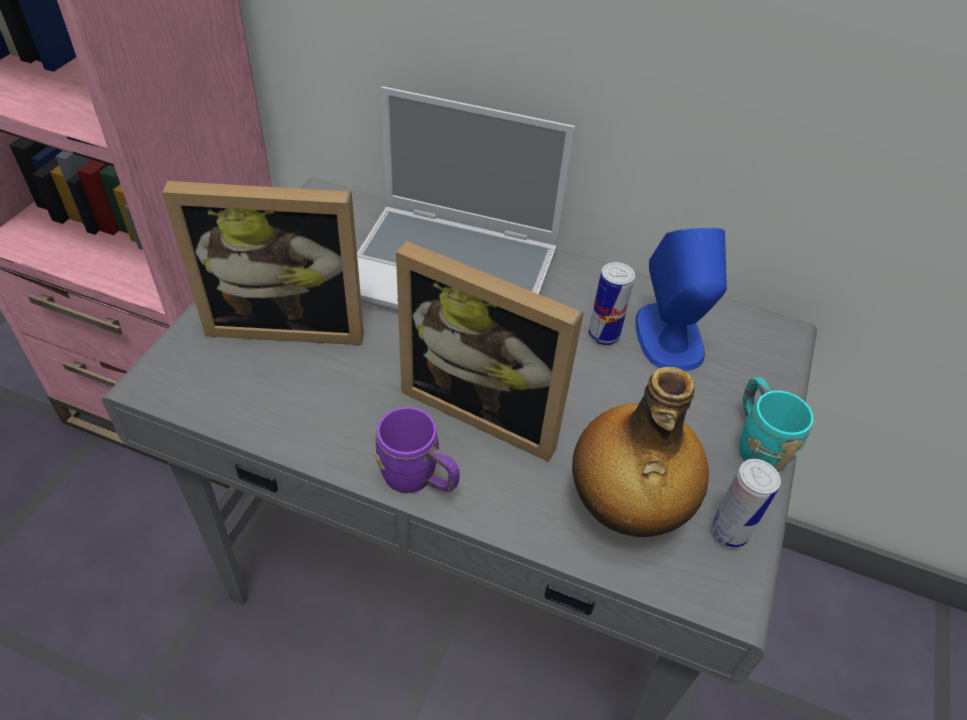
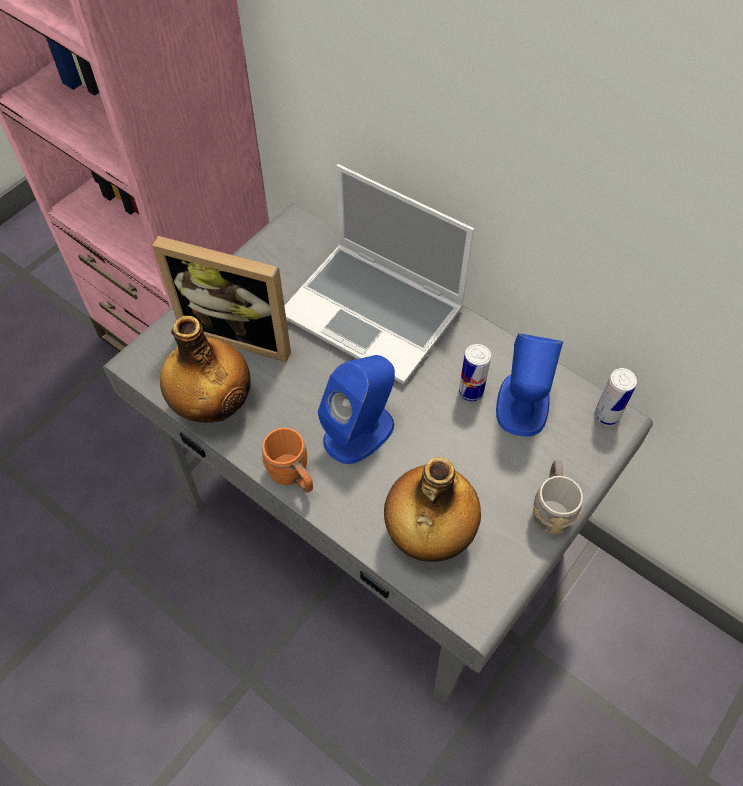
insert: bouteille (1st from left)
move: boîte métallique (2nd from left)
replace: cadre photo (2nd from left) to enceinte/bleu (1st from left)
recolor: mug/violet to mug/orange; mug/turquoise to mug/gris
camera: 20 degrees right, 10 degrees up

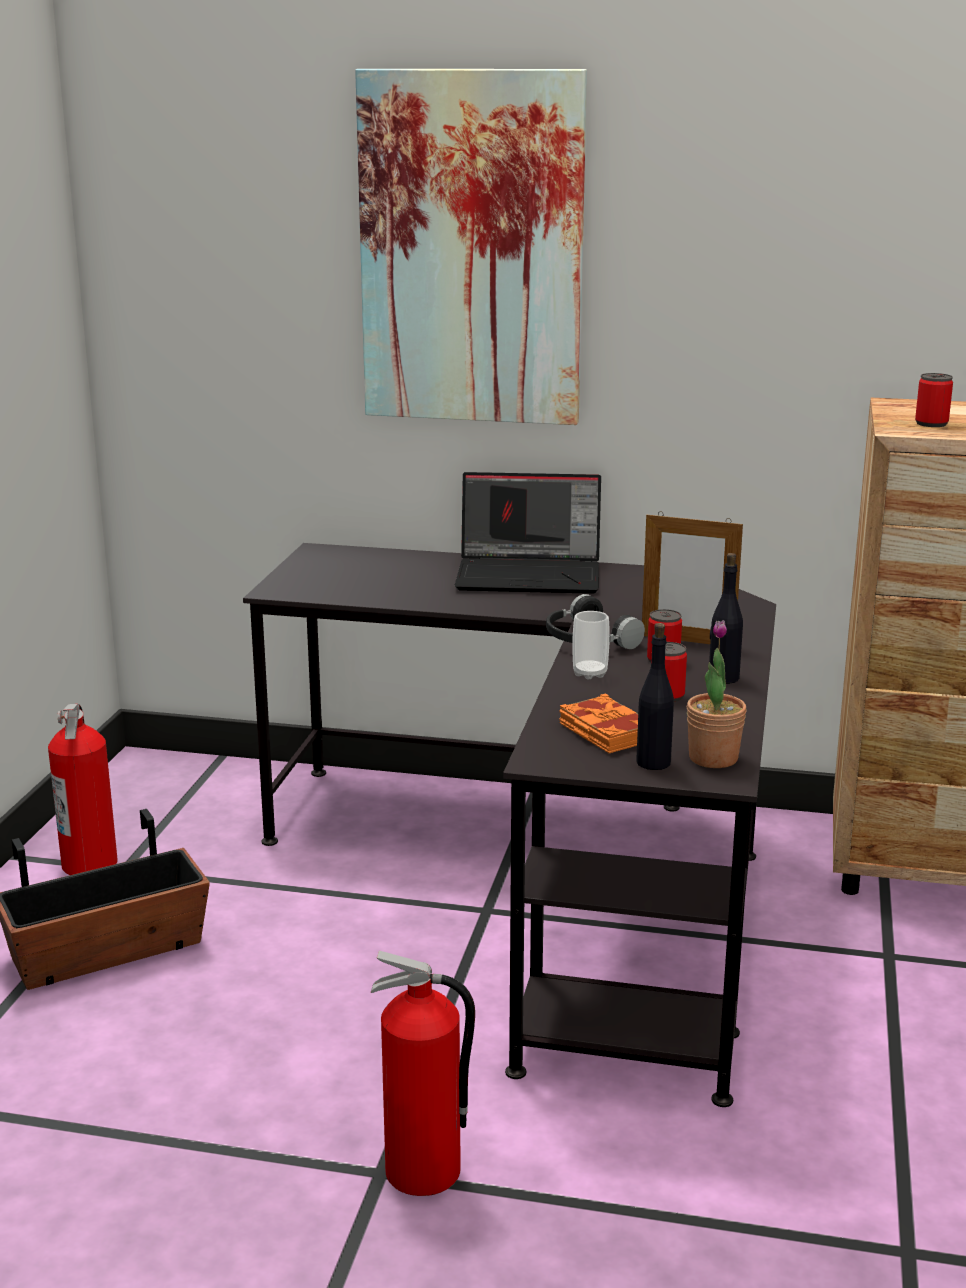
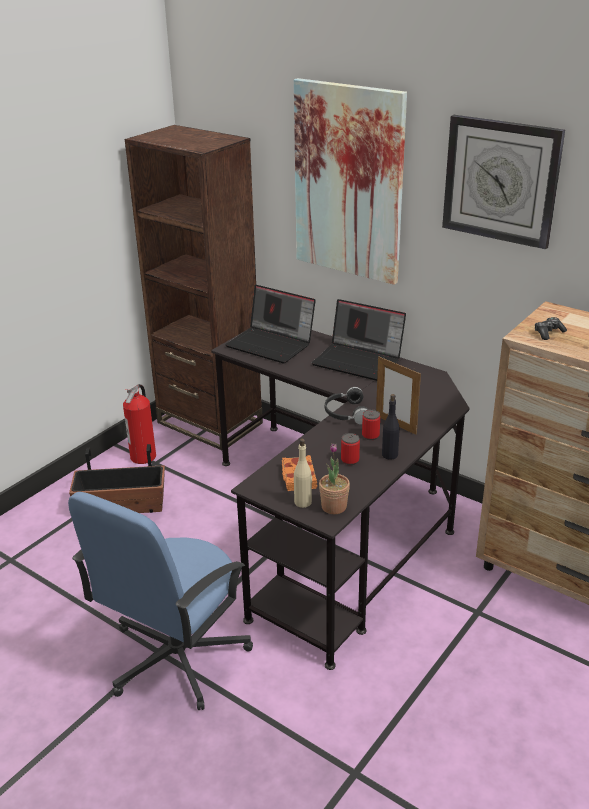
delete: tasse
insert: bibliothèque/marron; ordinateur portable (1st from left); horloge murale
replace: extincteur (2nd from left) to chaise de bureau/bleu; boîte métallique (3rd from left) to manette
recolor: bouteille/noir (1st from left) to bouteille/beige
camera: 25 degrees right, 10 degrees up

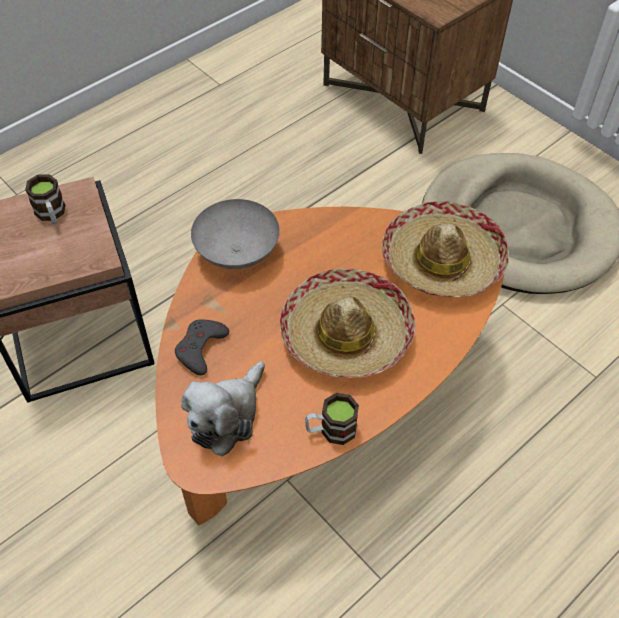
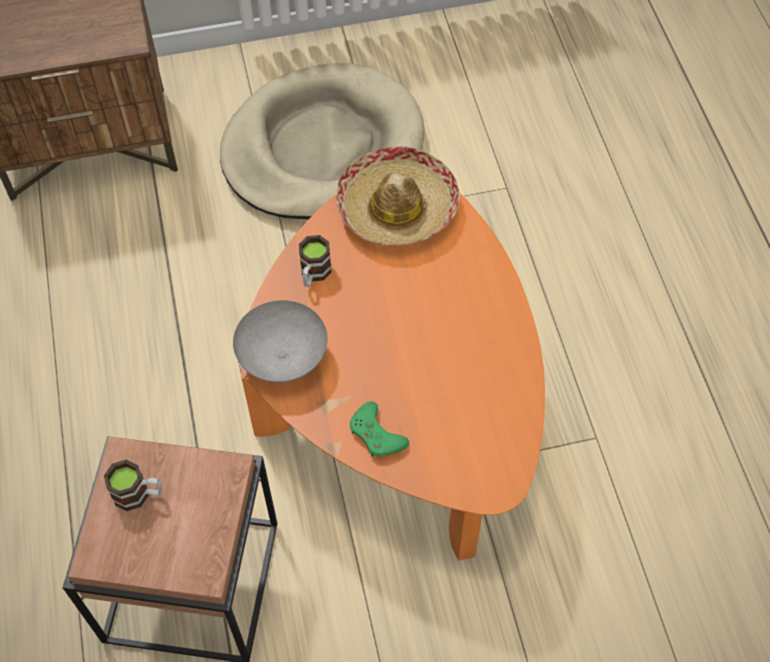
delete: peluche; chapeau (1st from left)
move: mug (2nd from left)
recolor: manette/gris to manette/vert
camera: 60 degrees left, 5 degrees up

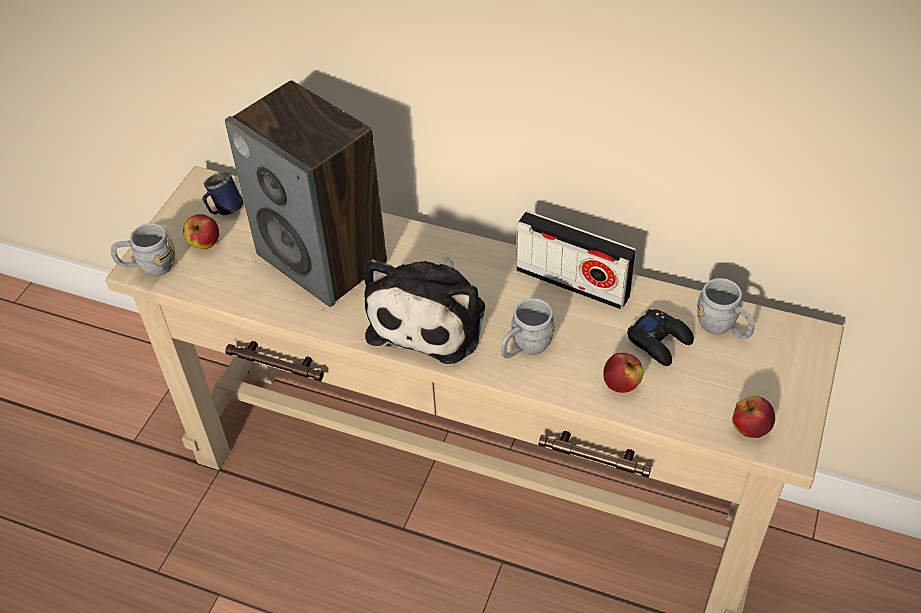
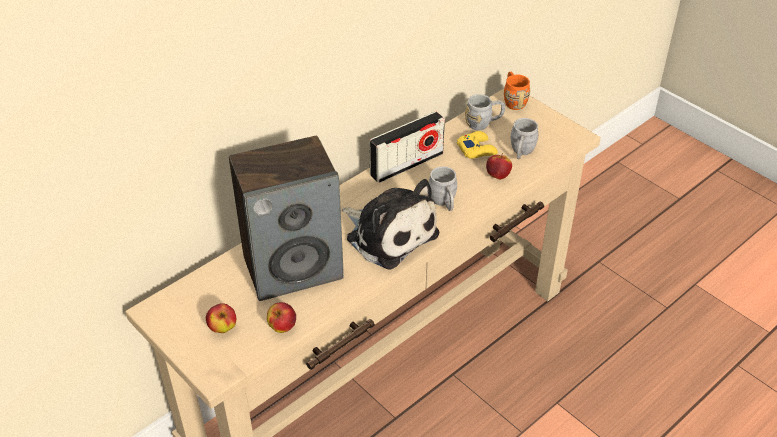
delete: mug/bleu
insert: mug/orange
move: mug/gris (1st from left in the first image) to mug/gris (3rd from left); pomme (3rd from left in the first image) to pomme (2nd from left)
recolor: manette/noir to manette/jaune
camera: 65 degrees left, 5 degrees down

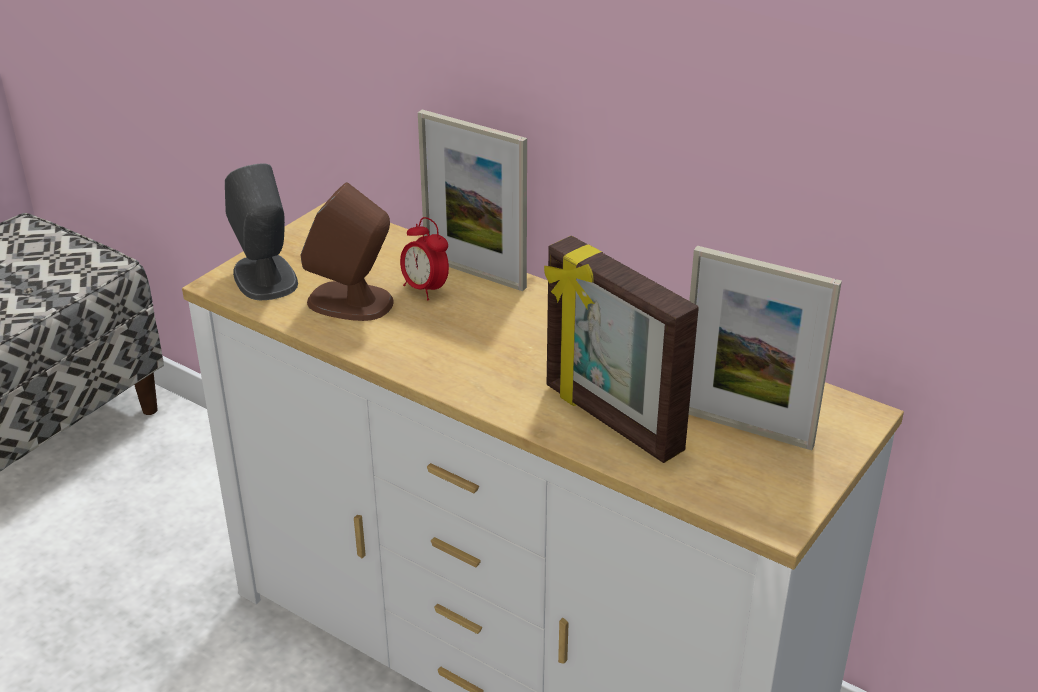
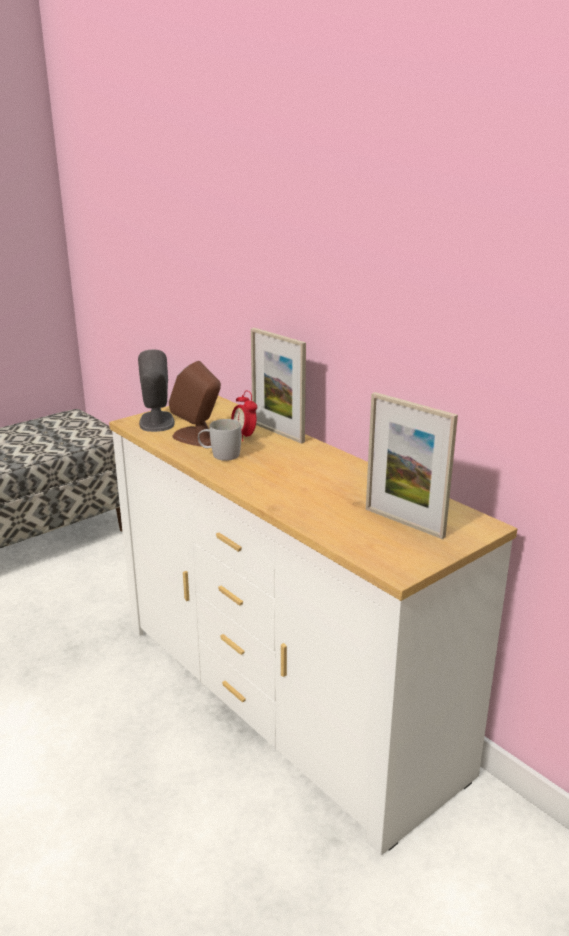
delete: cadre photo (2nd from left)
insert: mug/blanc
camera: 15 degrees right, 10 degrees down

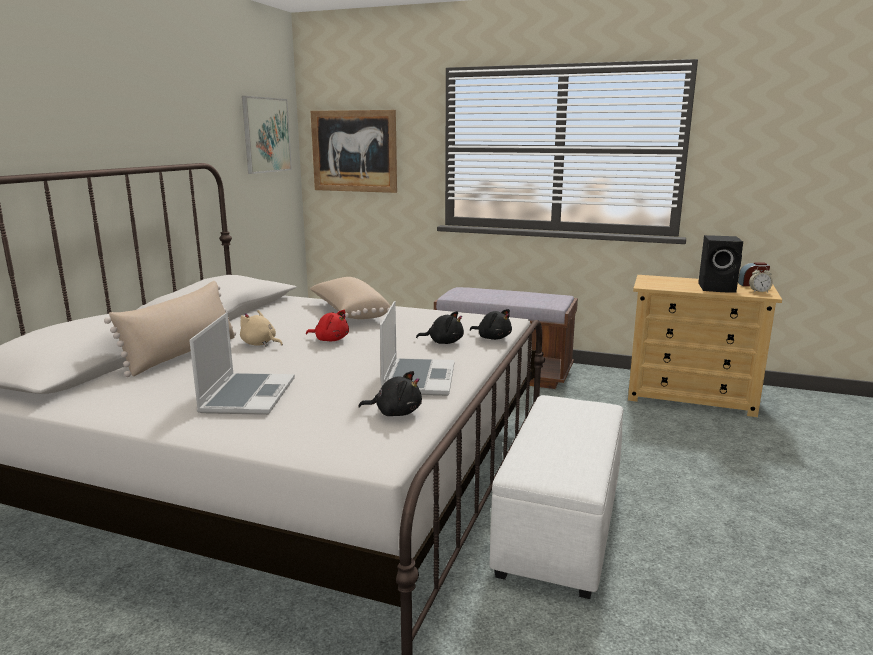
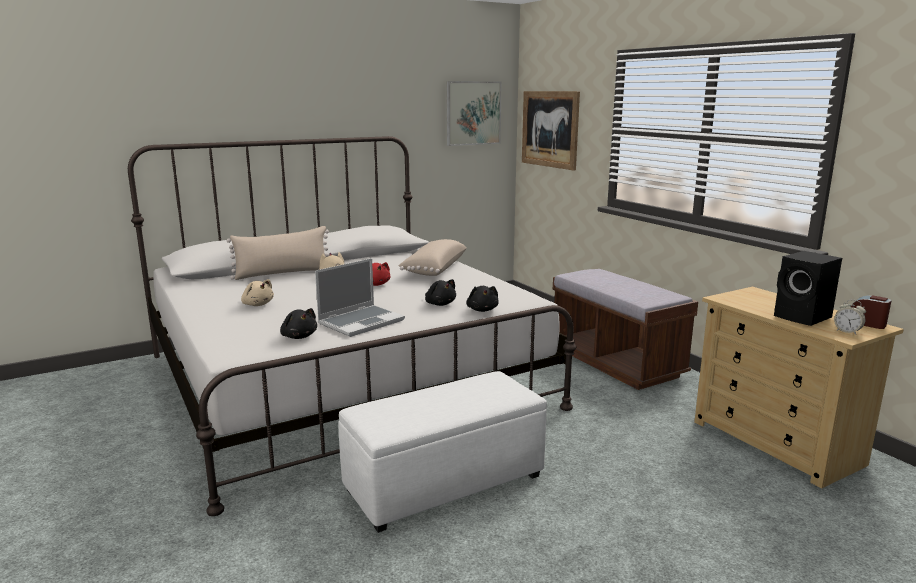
replace: ordinateur portable (1st from left) to peluche/beige (1st from left)
camera: 40 degrees right, 0 degrees up

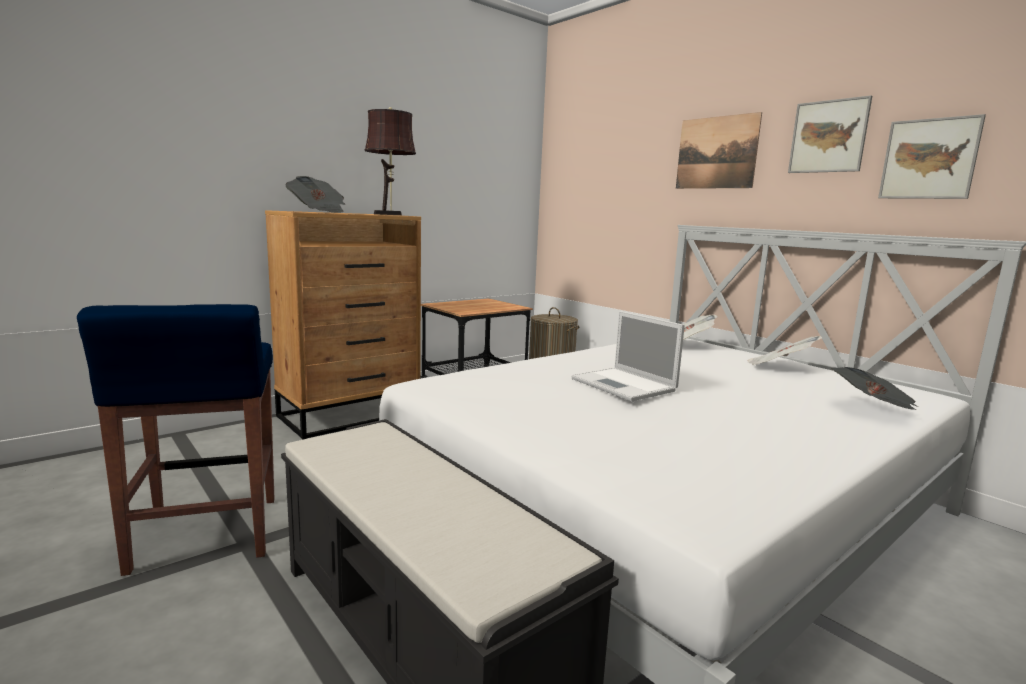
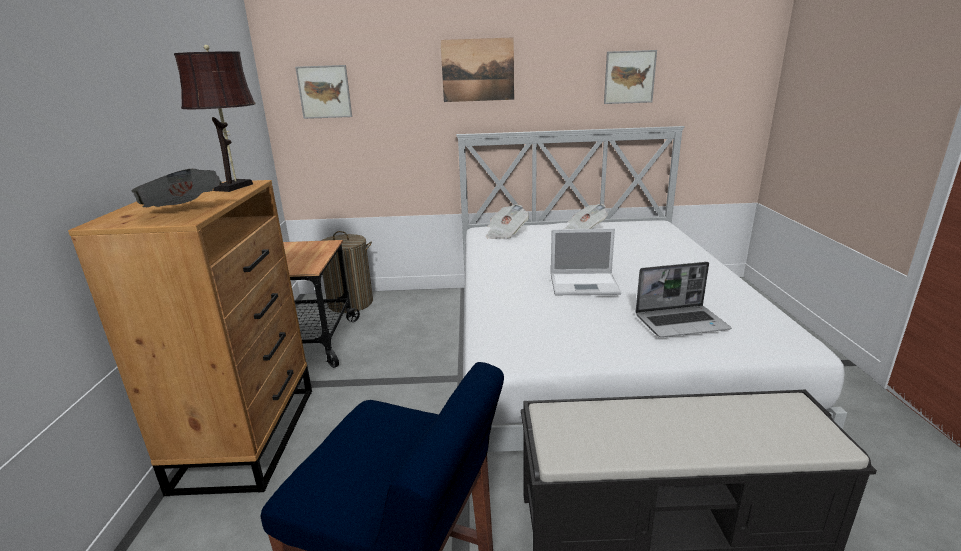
delete: journal (4th from left)
insert: ordinateur portable (2nd from left)
move: tableau (2nd from left in the first image) to tableau (1st from left)
camera: 50 degrees left, 10 degrees up

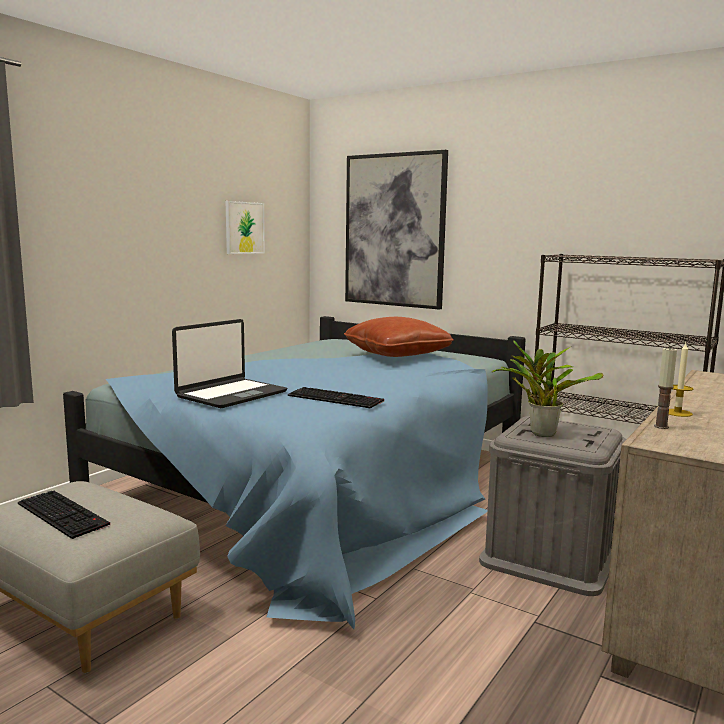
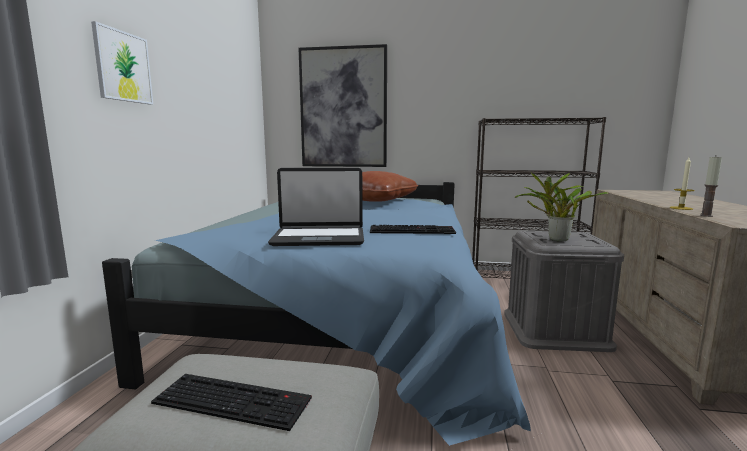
move: tableau (1st from left)
rotate: ordinateur portable 75 degrees clockwise
camera: 25 degrees left, 0 degrees up

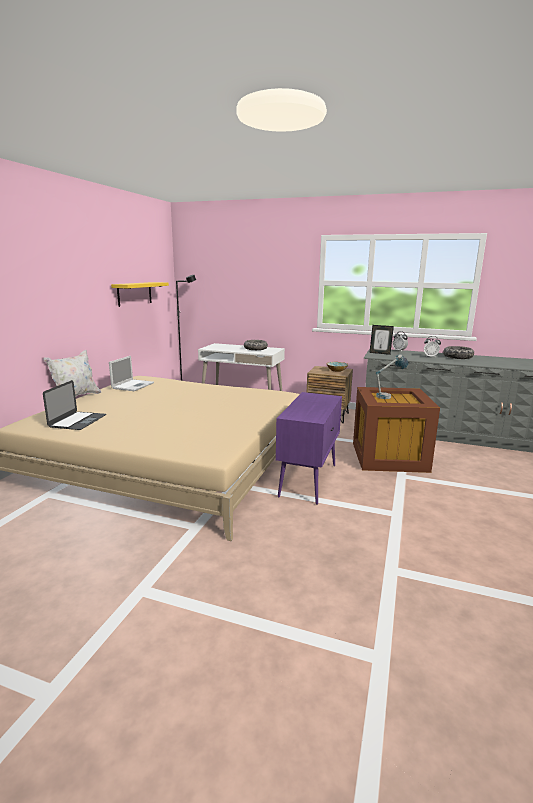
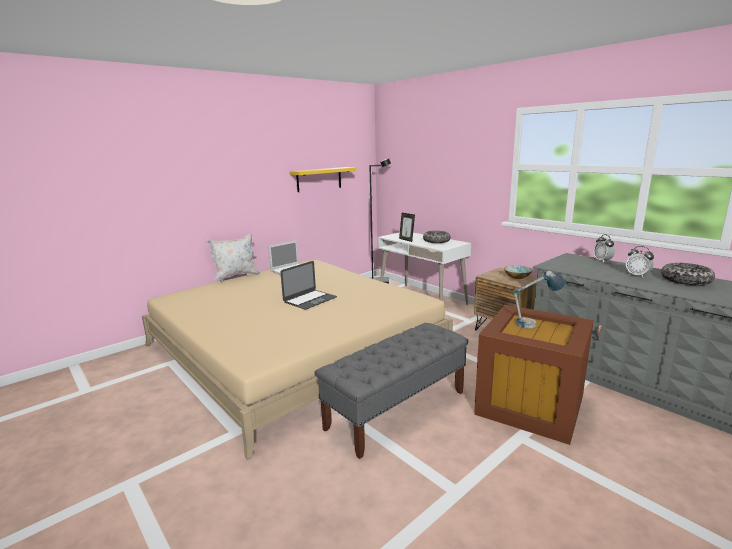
move: ordinateur portable (1st from left in the first image) to ordinateur portable (2nd from left); cadre photo
replace: meuble de rangement/violet to banc/gris
camera: 30 degrees right, 0 degrees up

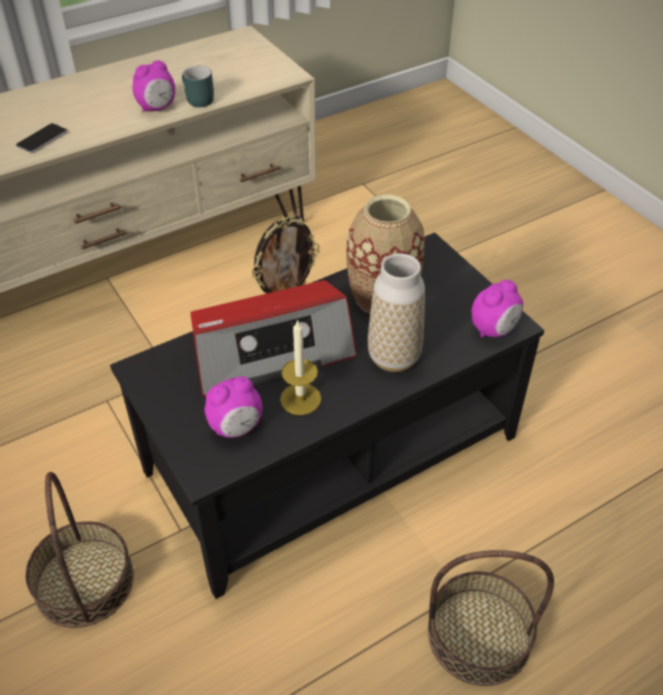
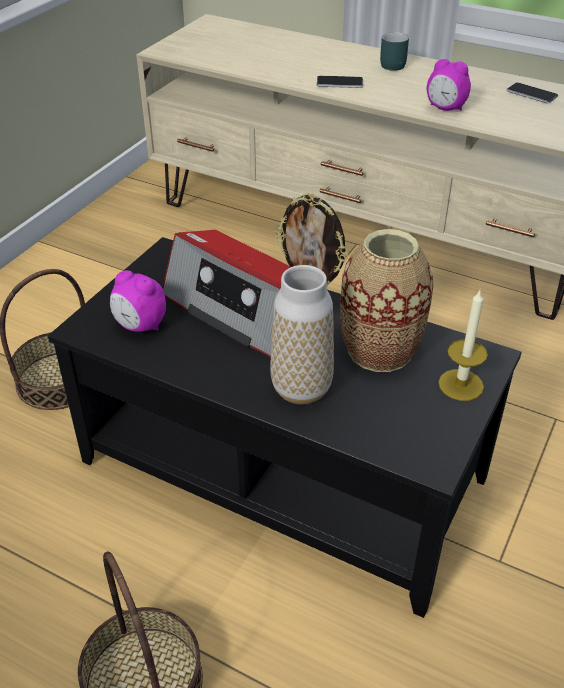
delete: réveil (3rd from left)
insert: téléphone (2nd from left)
move: mug/turquoise; bougie
camera: 60 degrees right, 5 degrees down

